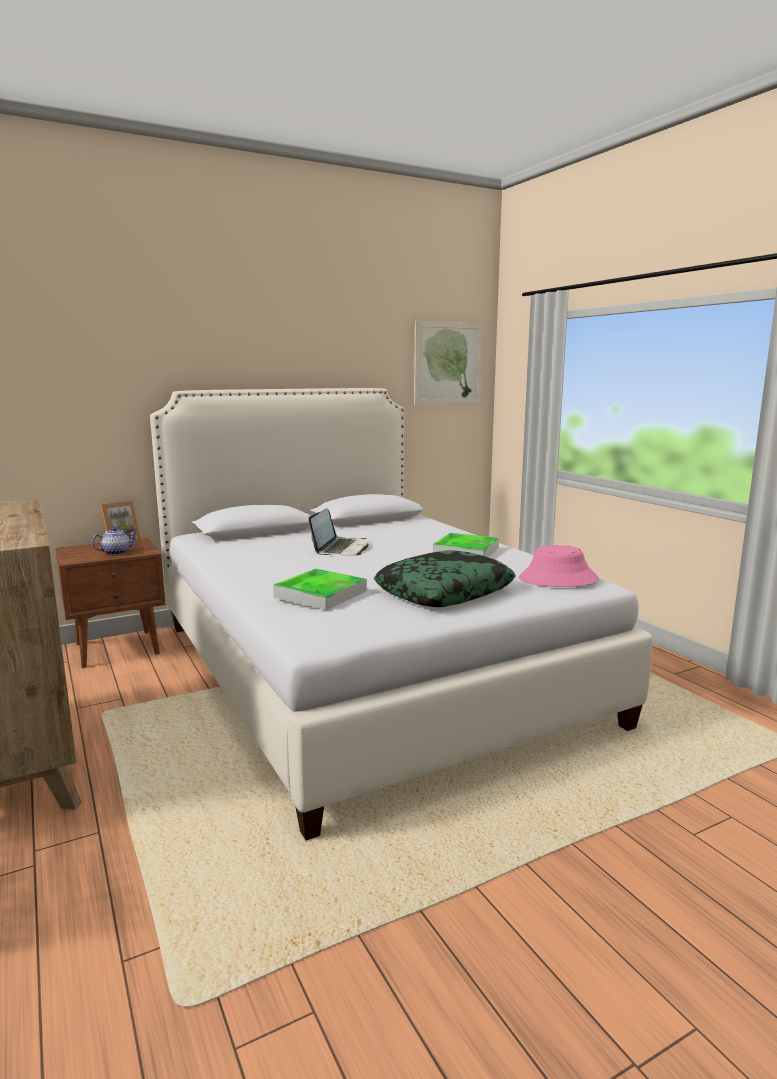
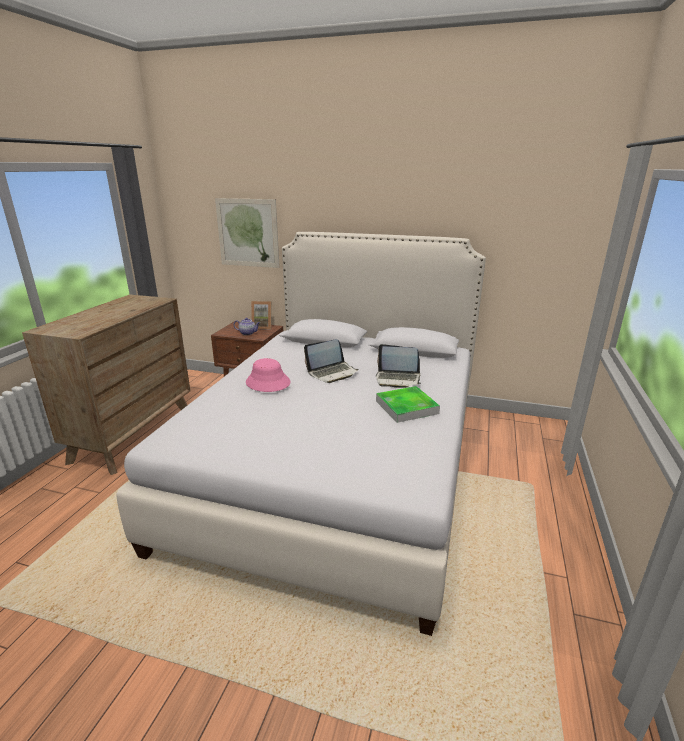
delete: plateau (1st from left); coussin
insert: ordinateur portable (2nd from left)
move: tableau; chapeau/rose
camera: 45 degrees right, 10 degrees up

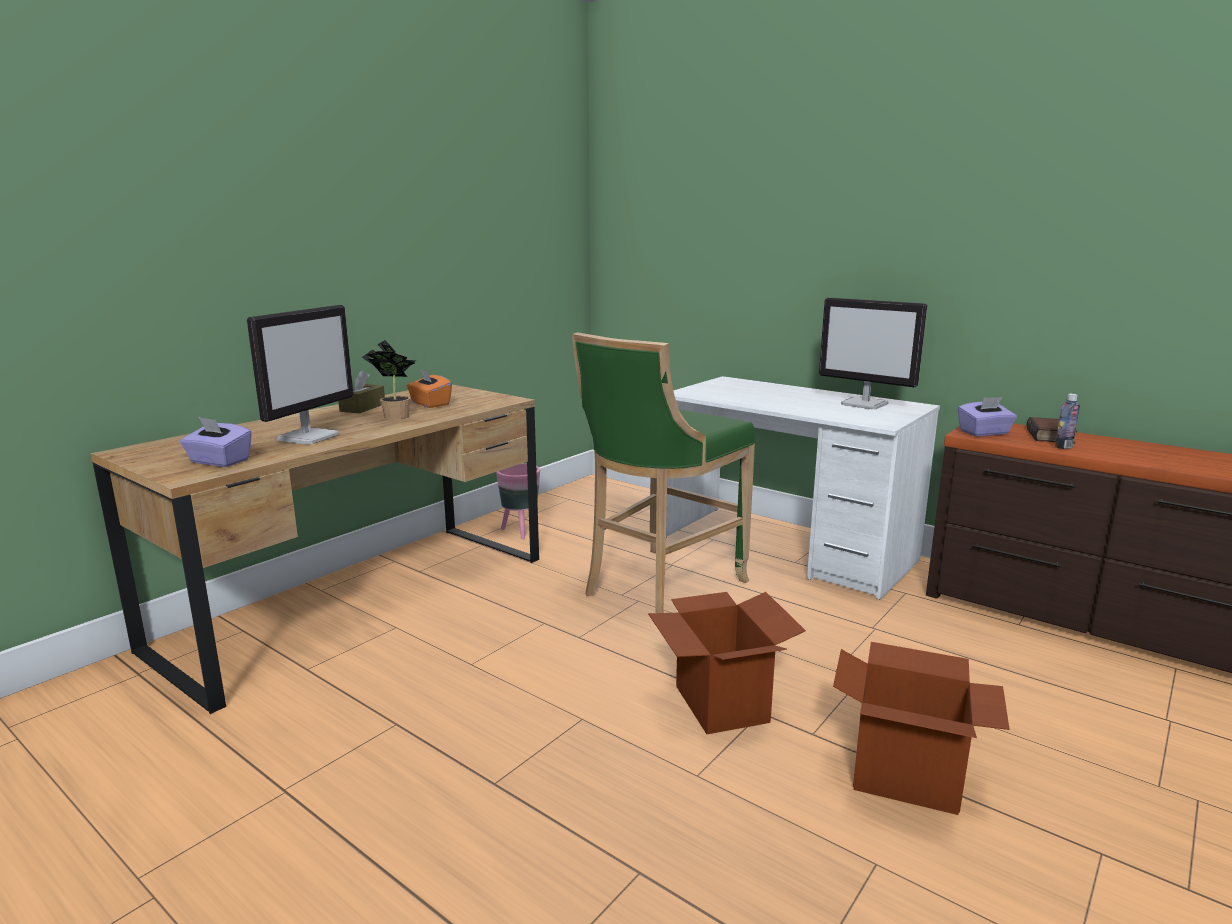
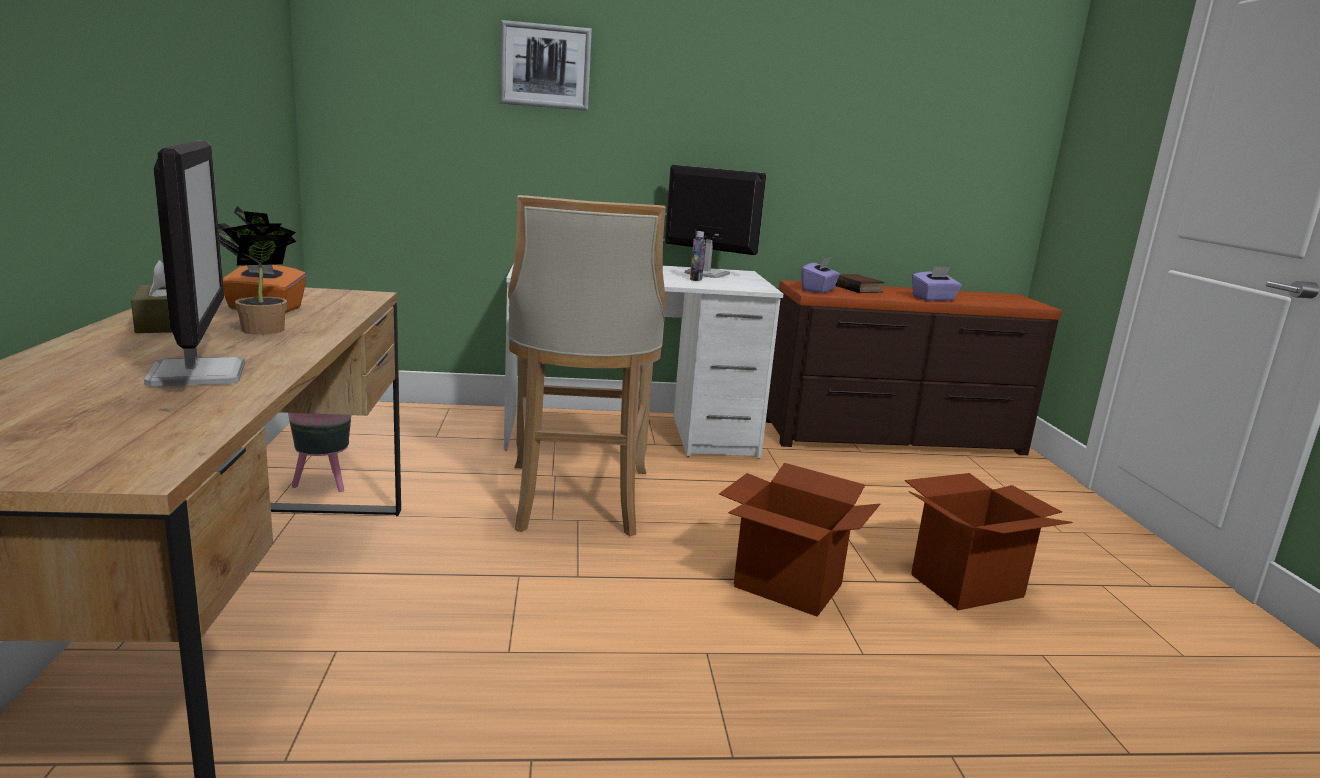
insert: tableau
move: boîte à mouchoirs/violet (1st from left in the first image) to boîte à mouchoirs/violet (2nd from left); bouteille
recolor: tabouret/vert to tabouret/beige
rotate: écran d'ordinateur (2nd from left) 150 degrees counterclockwise
camera: 45 degrees left, 0 degrees up

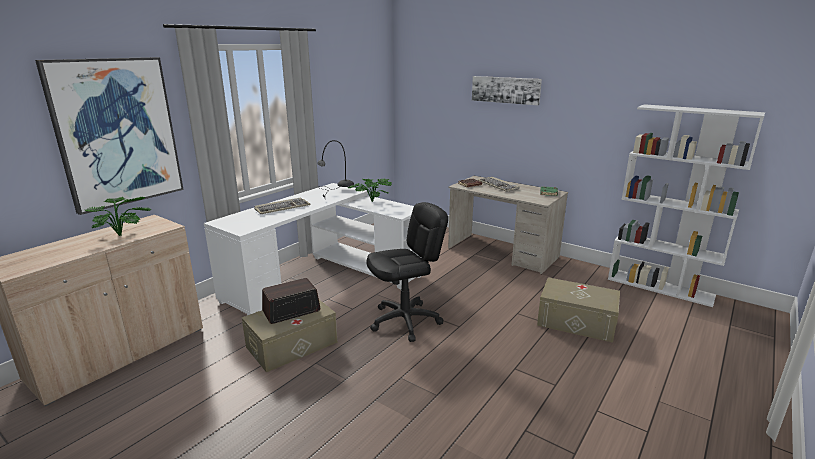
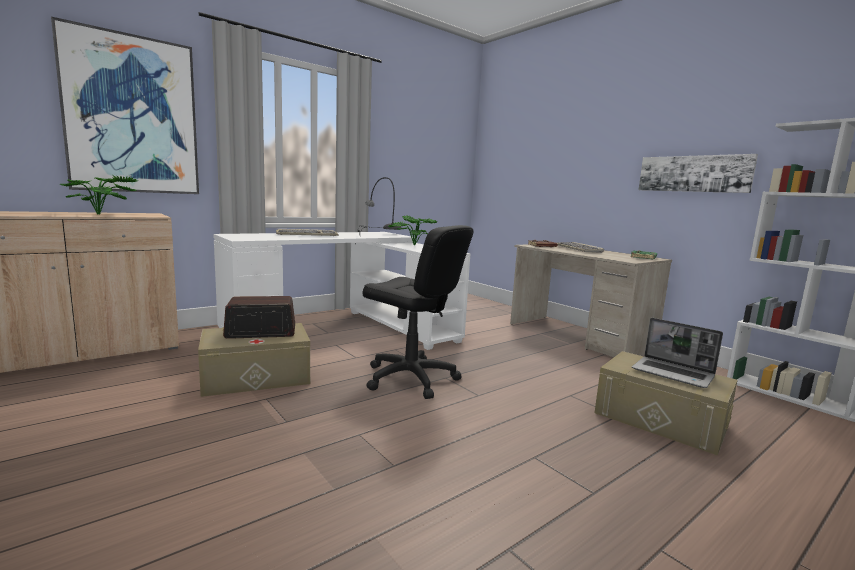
insert: ordinateur portable
move: tableau (2nd from left)
rotate: chaise de bureau/noir 45 degrees clockwise
camera: 15 degrees right, 10 degrees down

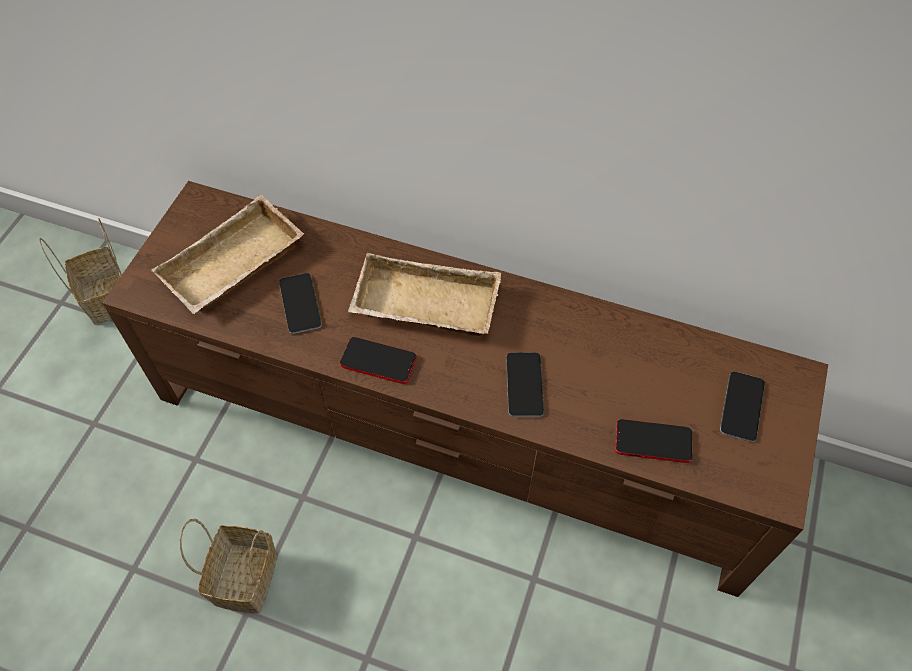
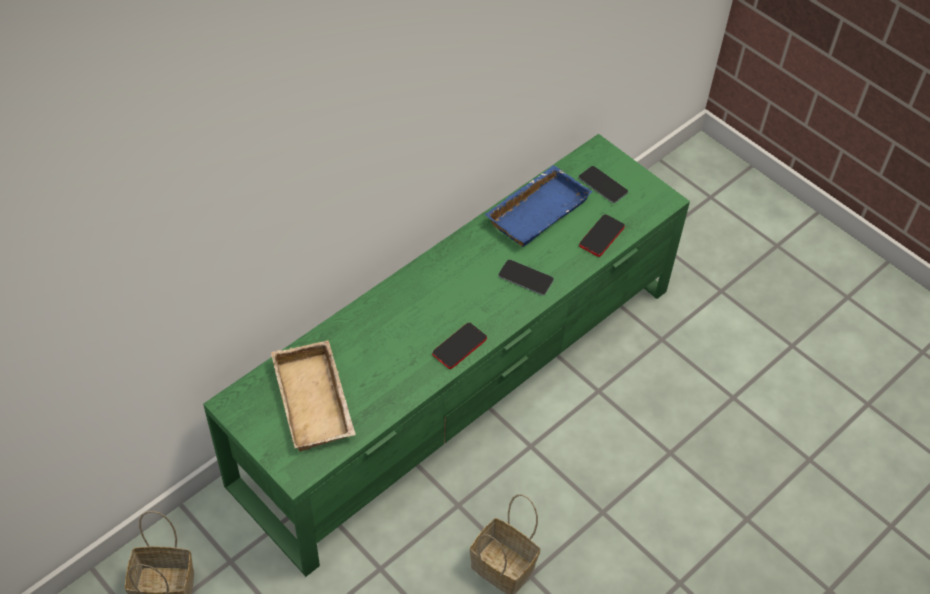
delete: téléphone (1st from left); plateau/beige (2nd from left)
insert: plateau/bleu
recolor: meuble télé/marron to meuble télé/vert
camera: 65 degrees left, 5 degrees down

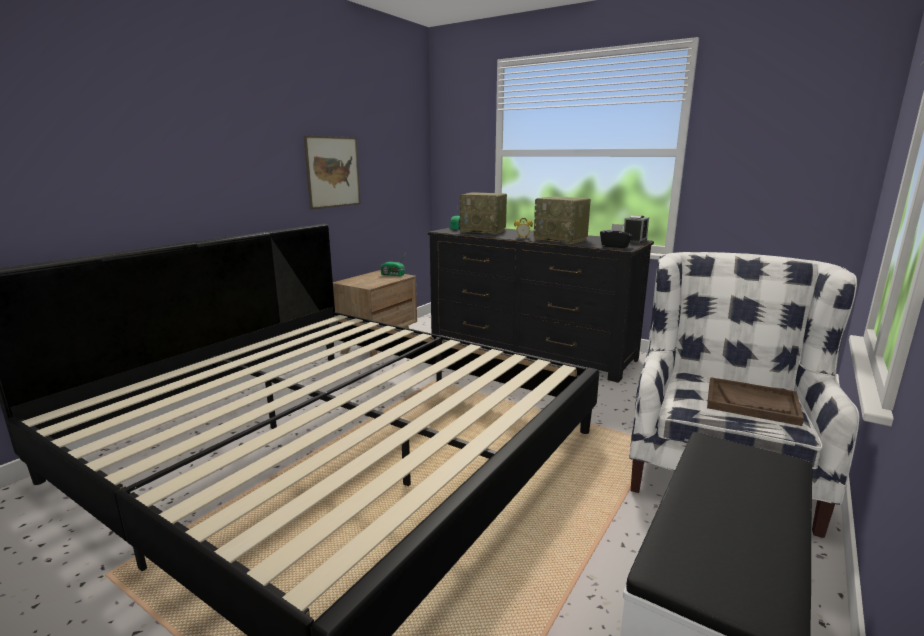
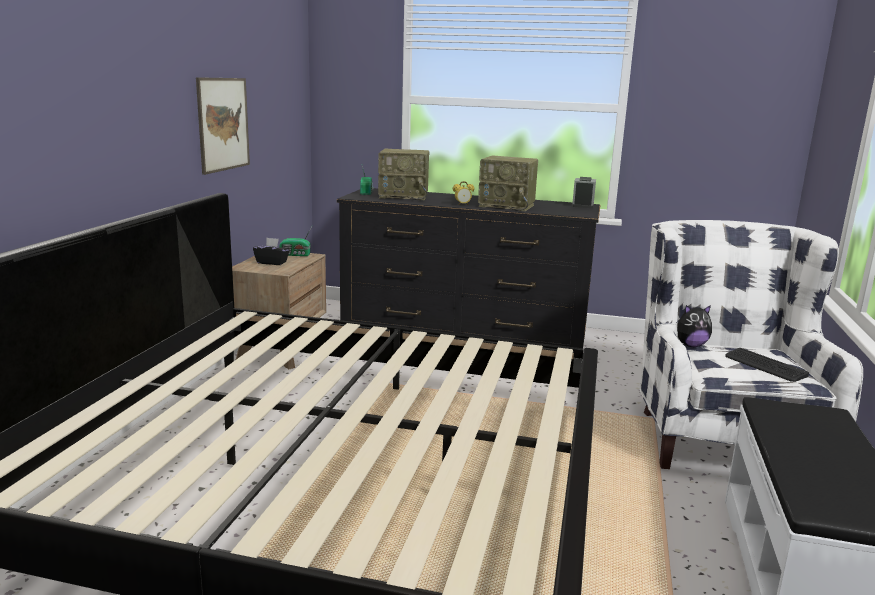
insert: peluche
move: boîte à mouchoirs/noir
replace: plateau/marron to clavier
camera: 20 degrees left, 0 degrees up

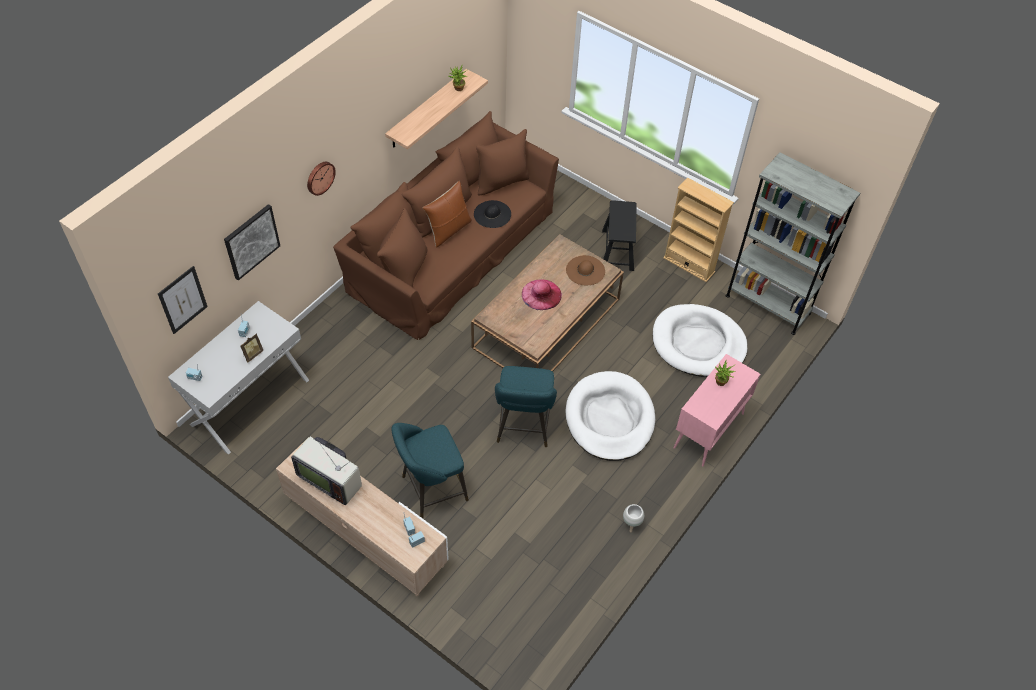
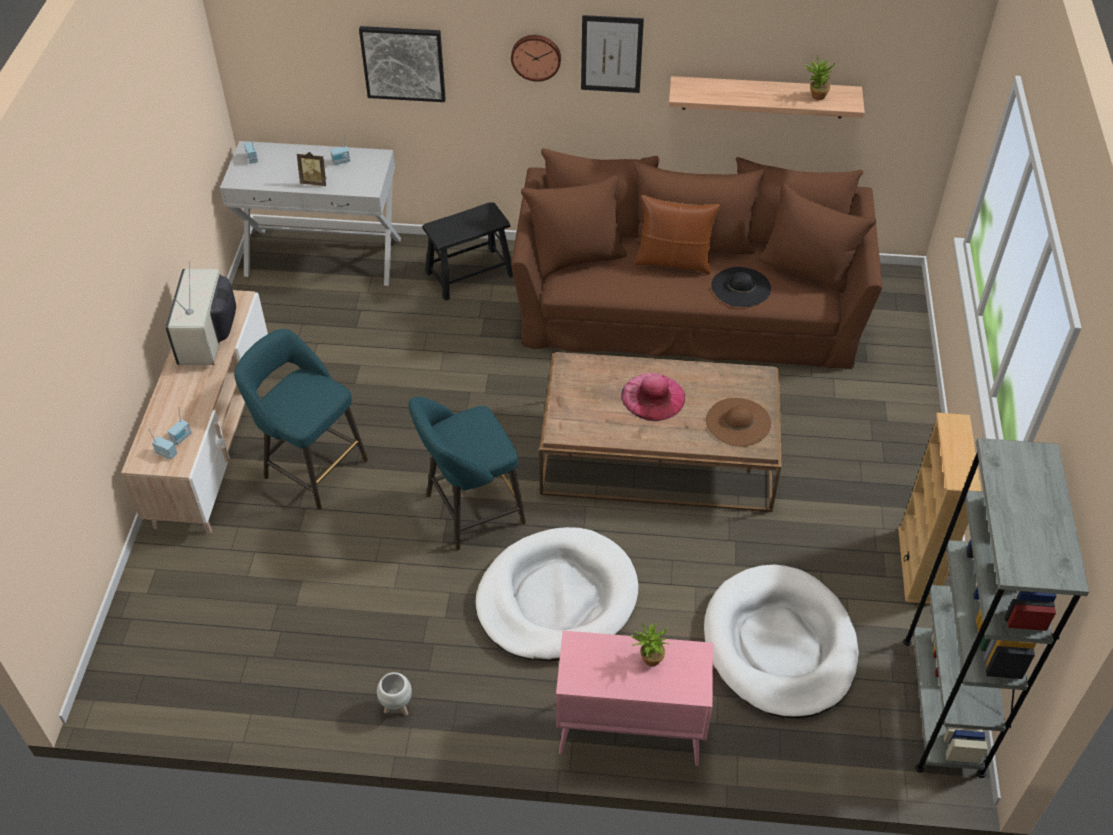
move: tableau (1st from left in the first image) to tableau (2nd from left); tabouret/noir
camera: 60 degrees right, 5 degrees down

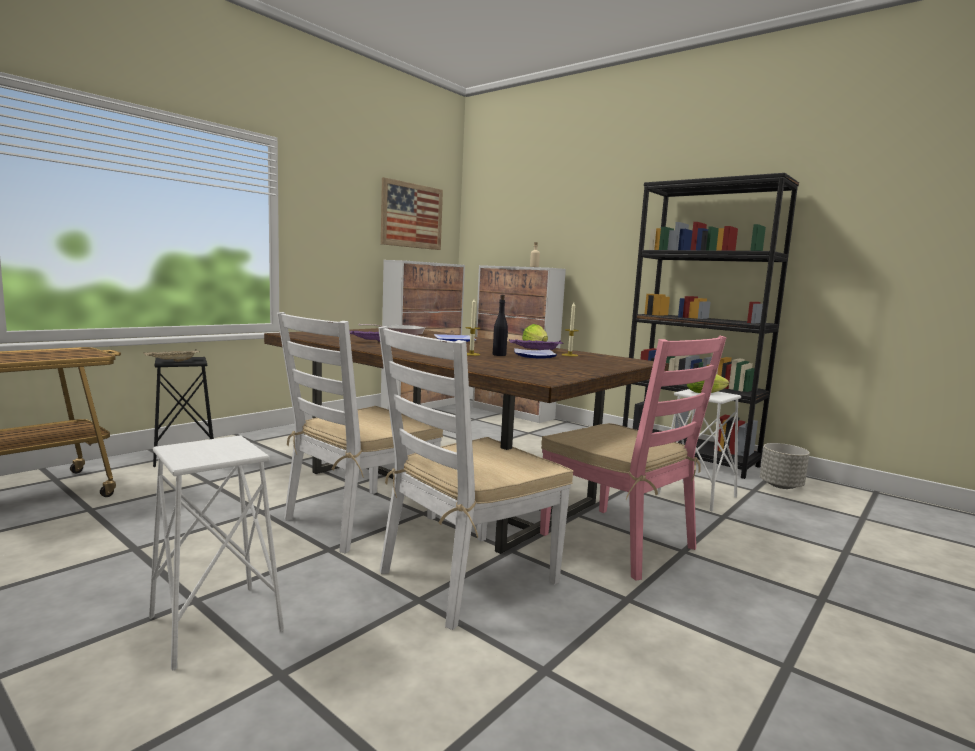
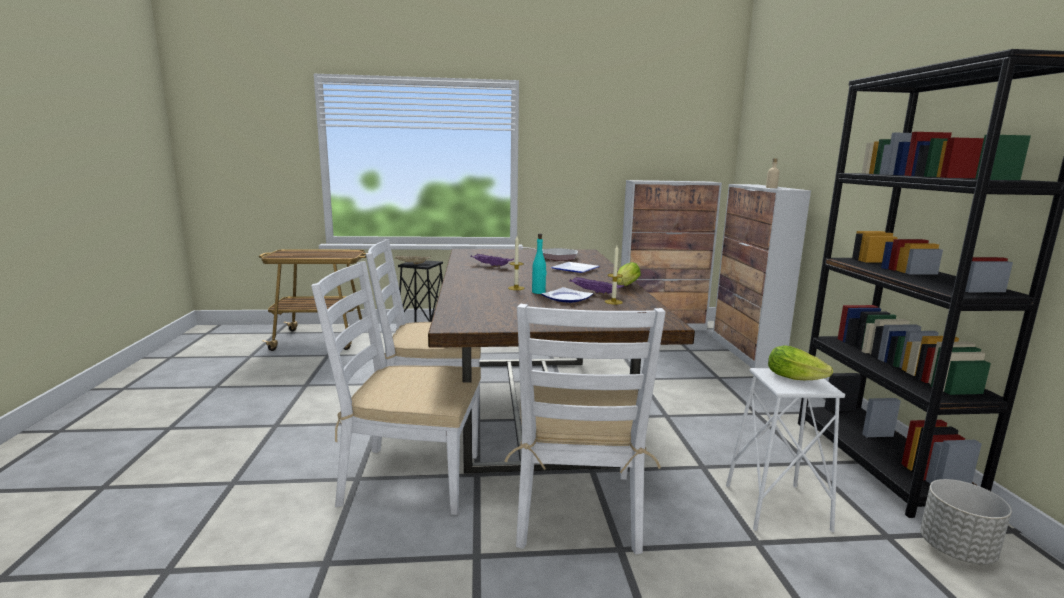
delete: tabouret/blanc (1st from left); tableau
recolor: bouteille/noir to bouteille/turquoise; chaise/rose to chaise/blanc (3rd from left)
camera: 45 degrees right, 5 degrees up

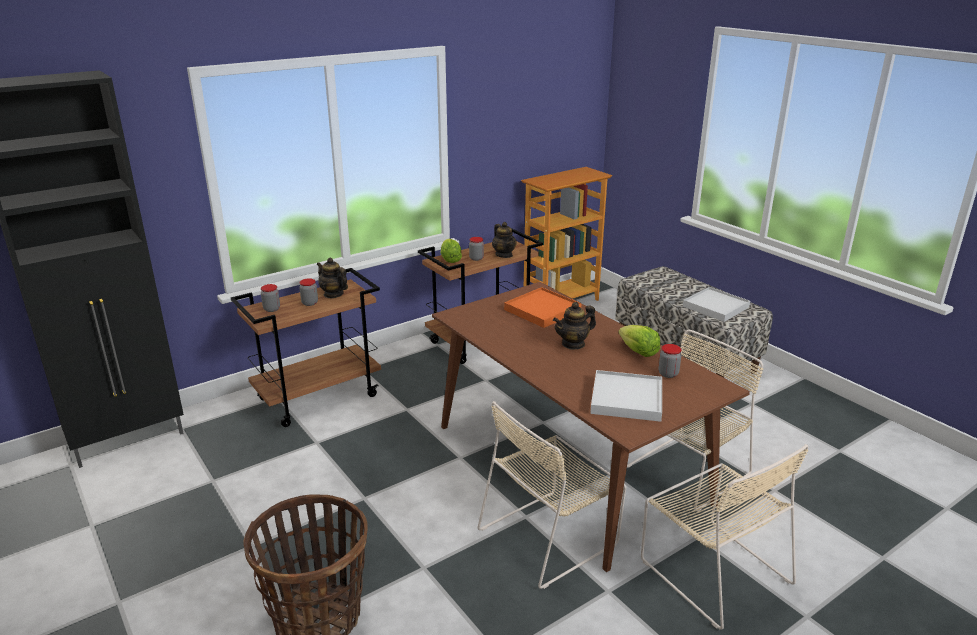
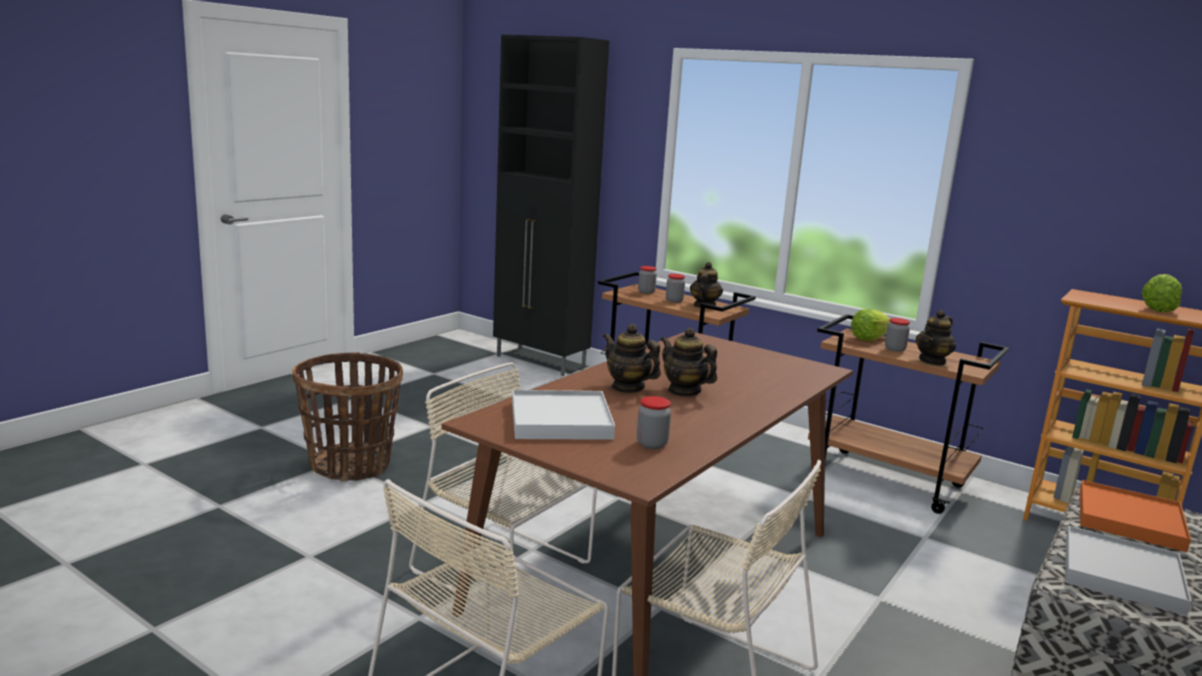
insert: théière (1st from left)
move: plateau/orange; laitue (2nd from left)
camera: 70 degrees right, 10 degrees down

